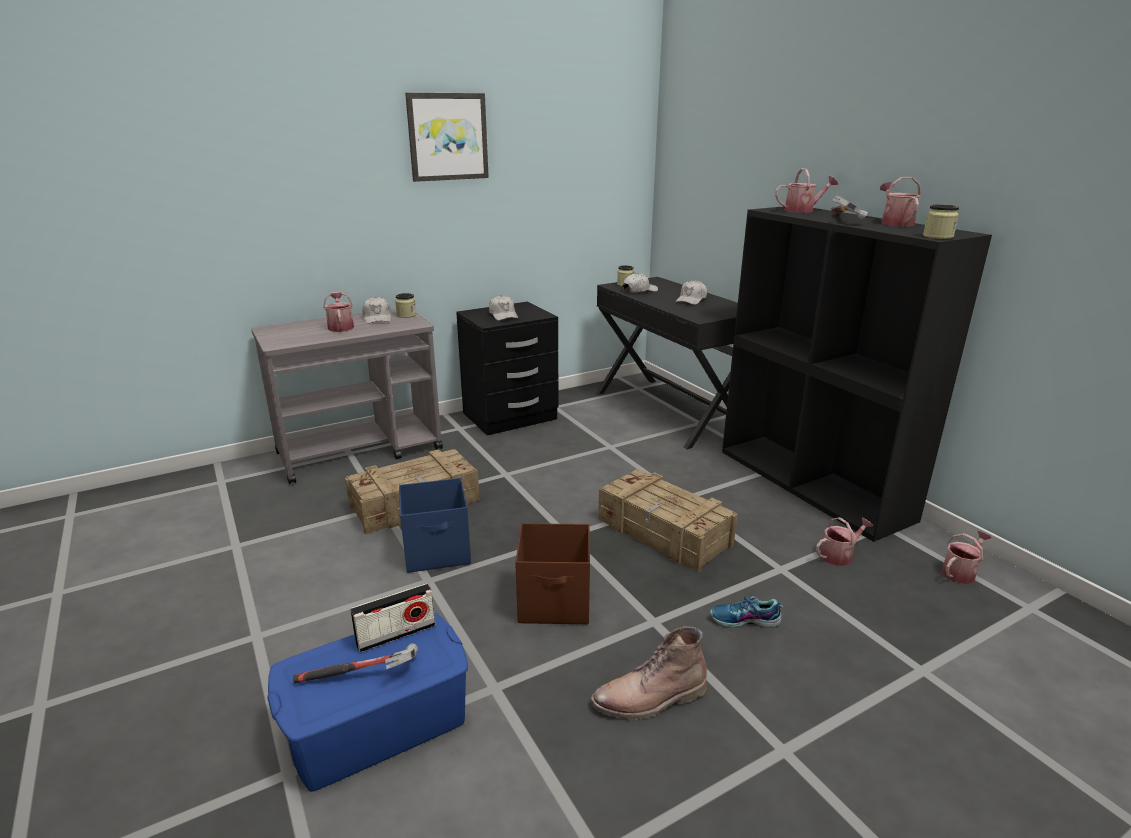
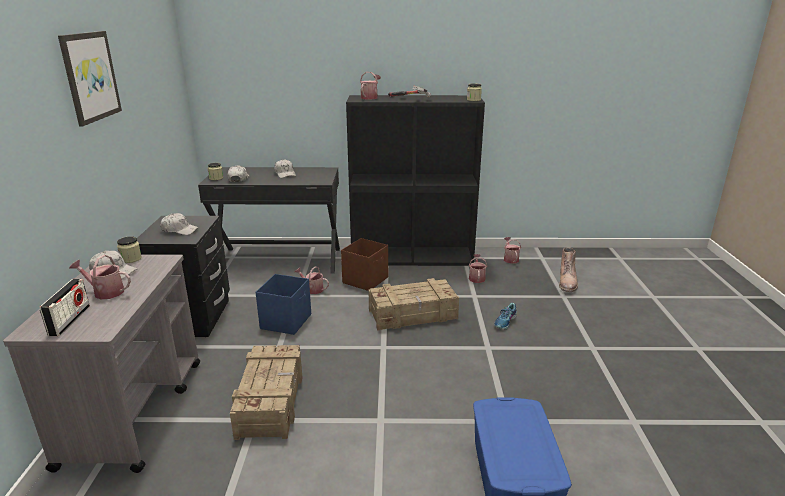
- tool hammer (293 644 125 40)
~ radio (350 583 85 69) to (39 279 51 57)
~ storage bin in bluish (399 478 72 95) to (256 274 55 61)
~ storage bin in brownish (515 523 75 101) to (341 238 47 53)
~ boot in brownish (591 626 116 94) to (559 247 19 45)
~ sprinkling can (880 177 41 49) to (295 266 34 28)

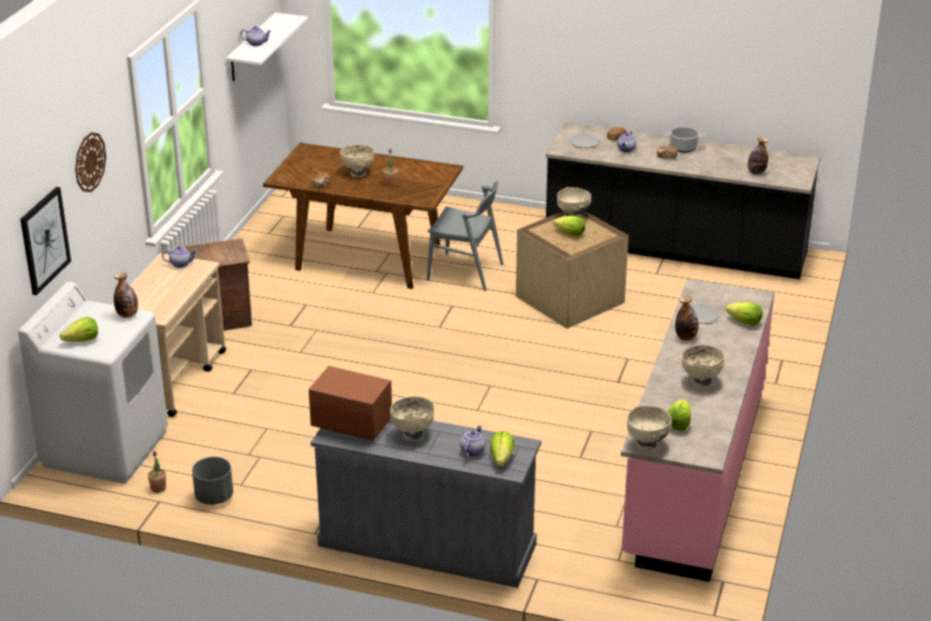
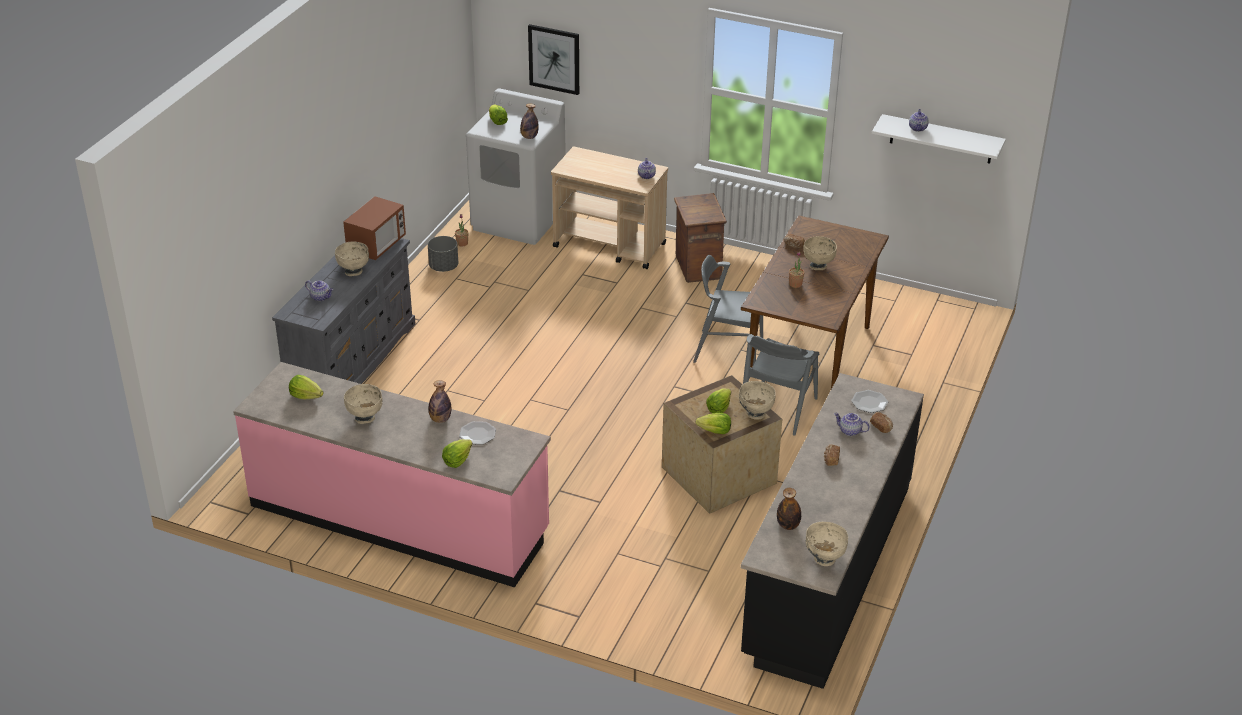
- clock on the wall (75 132 31 60)
- saucepot (664 126 42 26)
+ upright chair in greyish (693 255 70 110)
~ head of lettuce (490 431 25 35) to (696 413 35 21)
~ deep dish in sand-coloured (627 406 45 44) to (806 522 42 44)

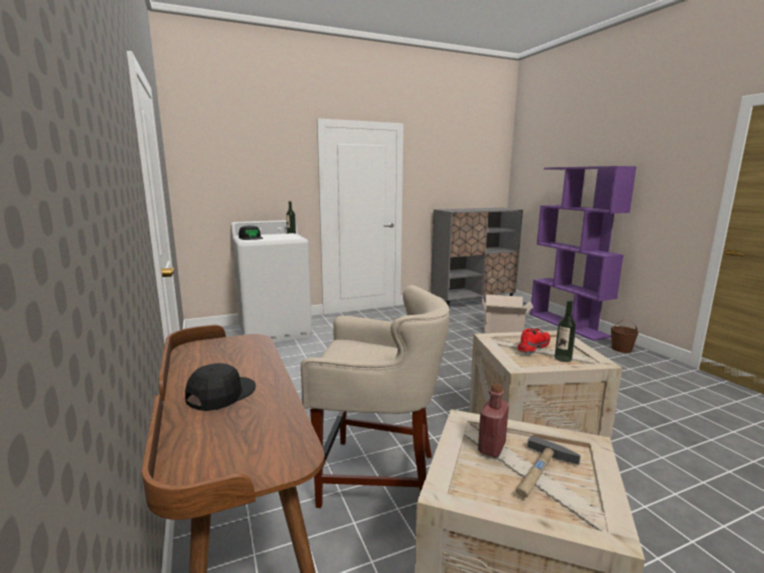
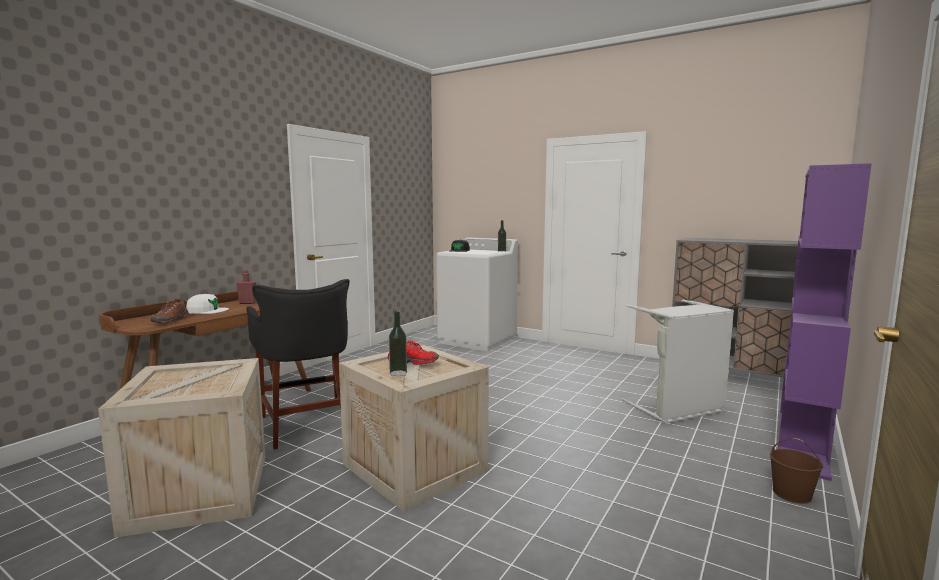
- tool hammer (516 436 65 62)
+ low shoe in brownish (151 299 37 24)
~ drink bottle in red-coloured (478 383 31 74) to (237 270 20 34)
~ carton (482 295 51 38) to hamper in greyish (622 299 112 125)
~ peaked cap in black (185 363 71 48) to peaked cap in whitish (186 294 43 20)
~ sitting stool in sand-coloured (301 285 149 223) to sitting stool in black (246 279 104 171)

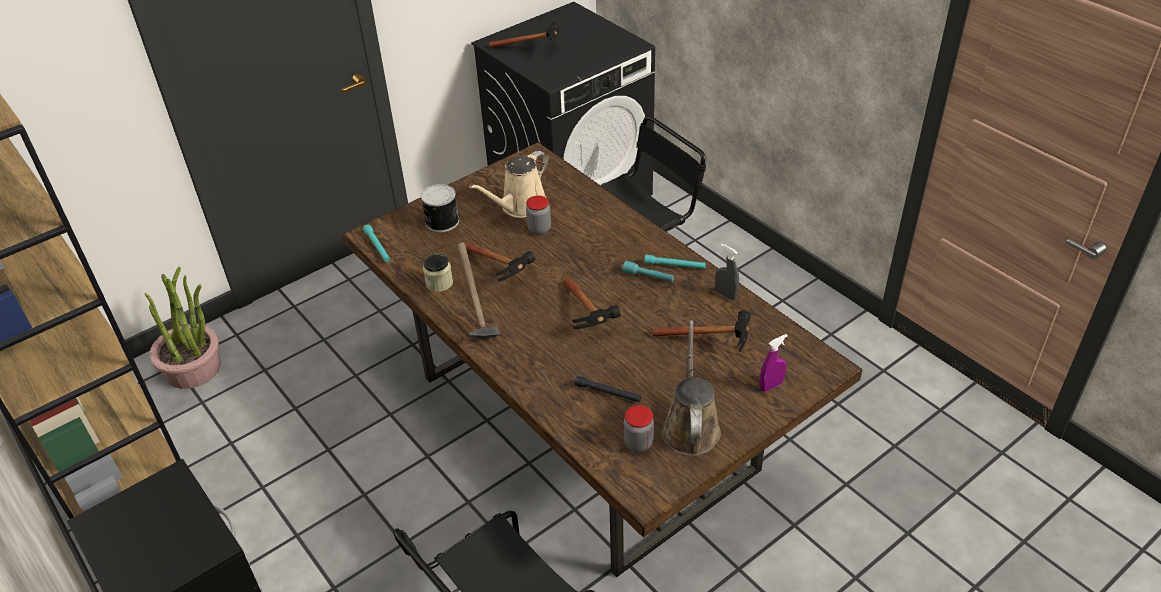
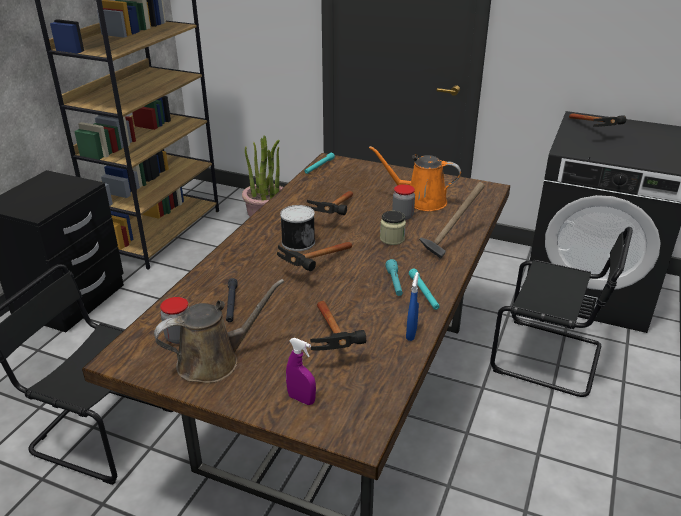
~ sealed can (421 184 38 48) to (280 205 35 46)
~ preserve jar (423 254 30 38) to (380 211 26 34)
~ tool hammer (457 243 43 96) to (419 182 66 76)
~ sprinkling can in sand-coloured (469 151 80 67) to sprinkling can in orangey (369 146 92 65)
~ spray bottle in greyish (715 244 24 56) to spray bottle in bluish (406 272 13 69)

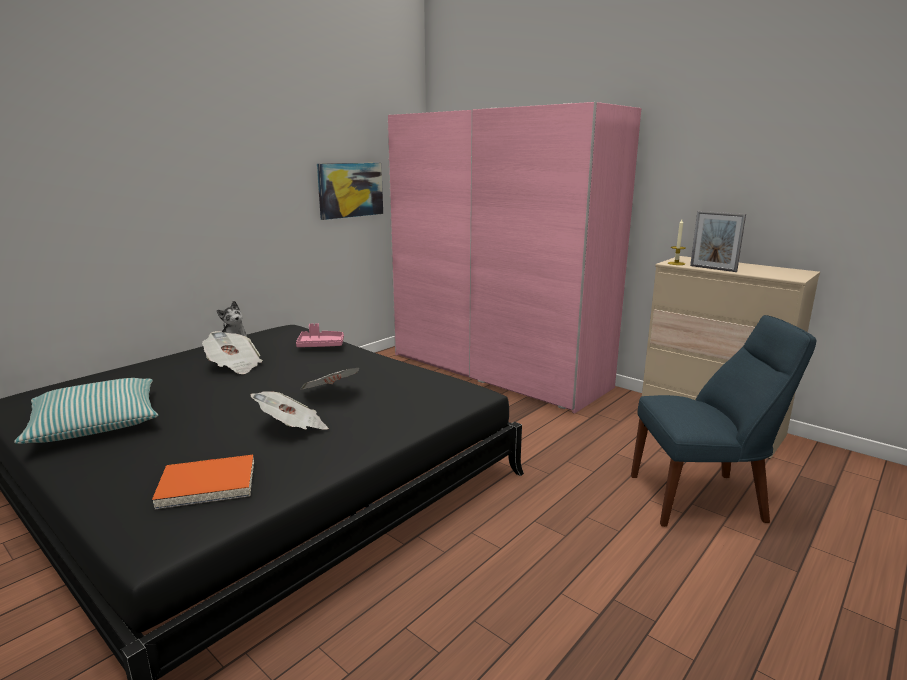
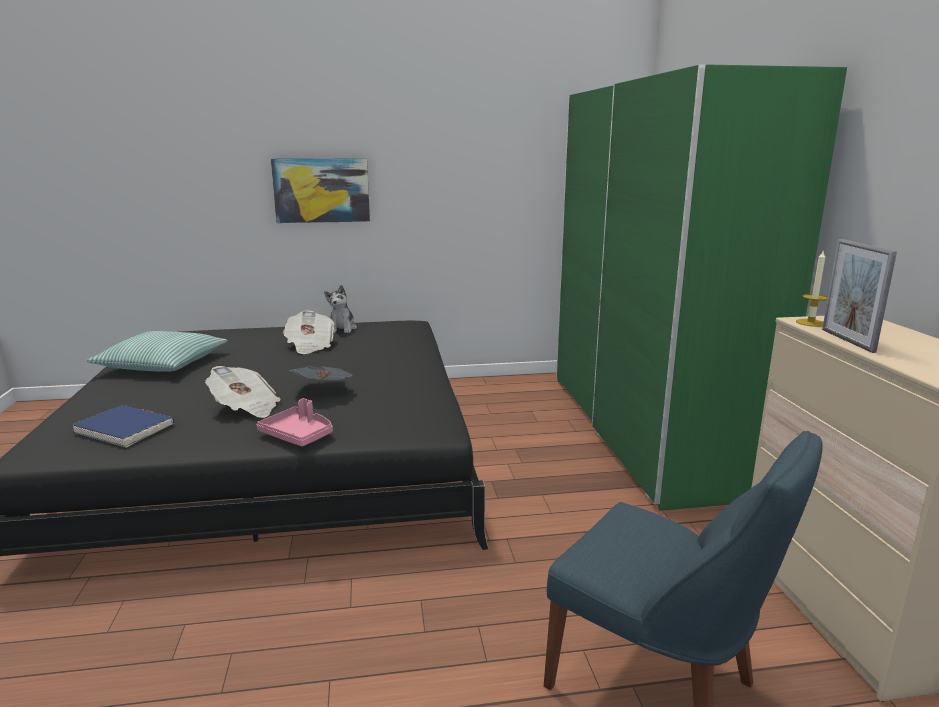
~ tray in pinkish (296 323 48 24) to (257 398 76 48)
~ wall art (317 163 66 57) to (271 158 99 65)
~ book in orangey (152 455 102 55) to book in bluish (72 405 102 43)
~ clothes cupboard in pinkish (387 102 254 312) to clothes cupboard in green (556 64 291 447)

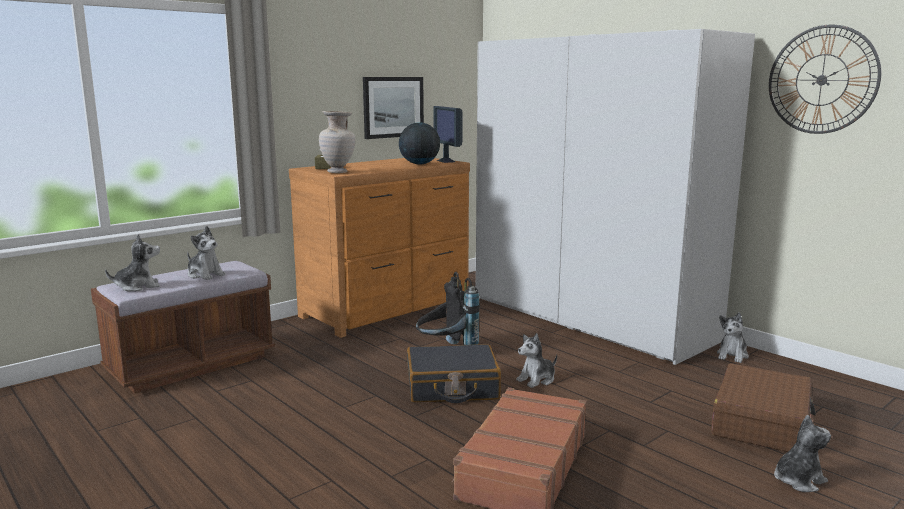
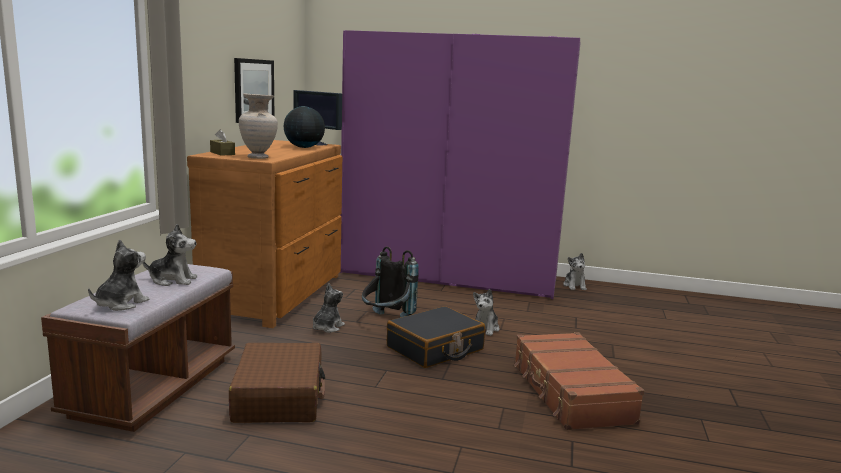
- clock on the wall (769 25 112 109)
~ piece of luggage in brownish (711 363 105 89) to (229 343 97 80)
~ soft toy (774 415 57 77) to (313 283 32 50)
~ clothes cupboard in whitish (476 29 279 336) to clothes cupboard in purplish (340 30 240 269)

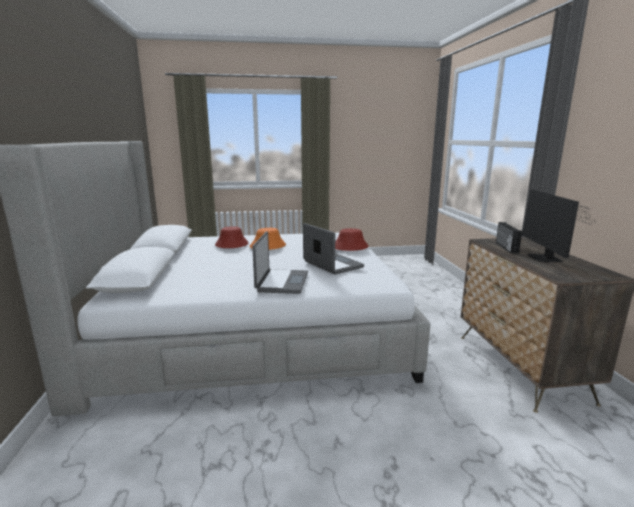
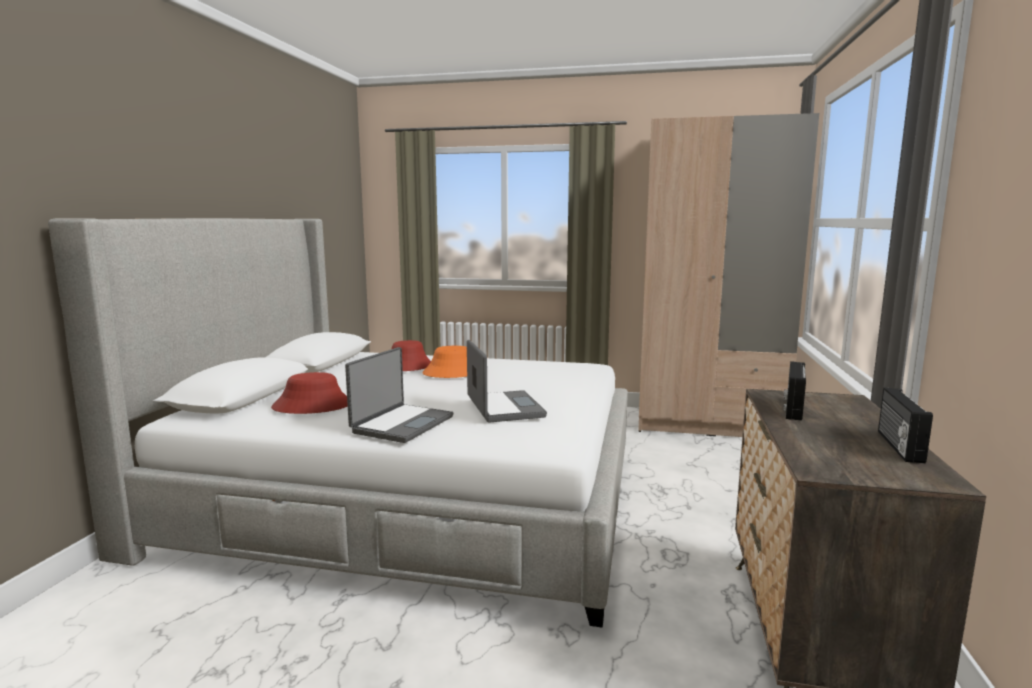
- computer display (522 189 75 73)
+ clothes cupboard in sand-coloured (638 113 181 324)
+ radio (878 388 55 75)
~ wearable hat in red-coloured (335 228 34 23) to (271 372 77 42)

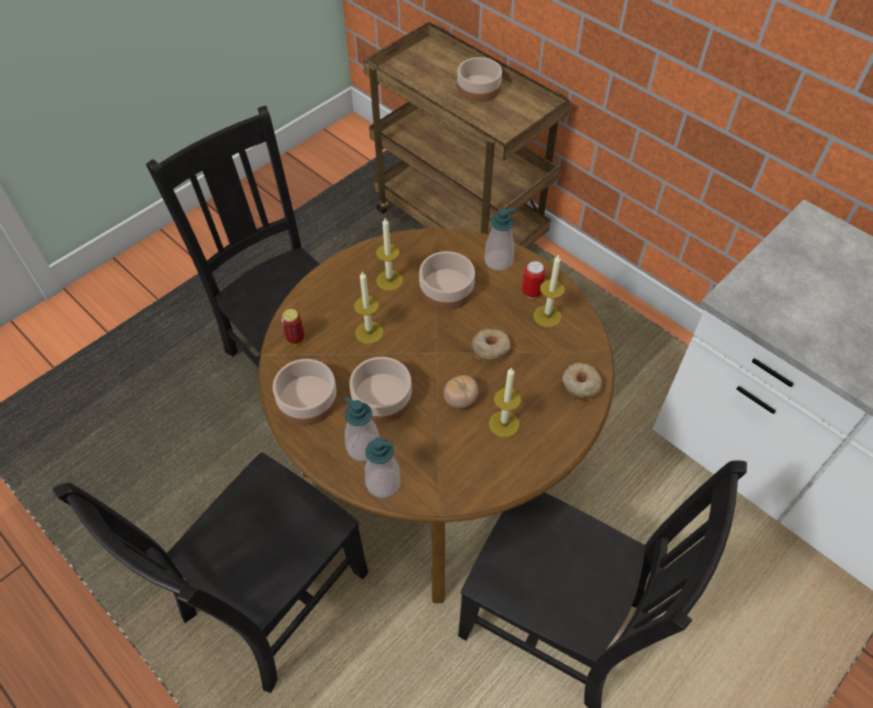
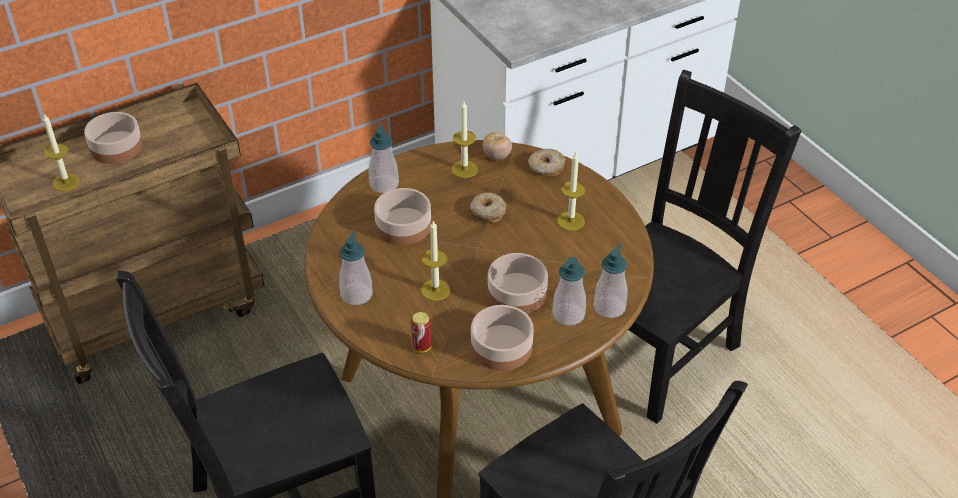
- sealed can (522 261 23 38)
+ soap dispenser (339 231 34 74)
~ wax candle (376 218 27 73) to (43 114 37 77)
~ whole tomato (444 375 34 34) to (483 132 29 28)

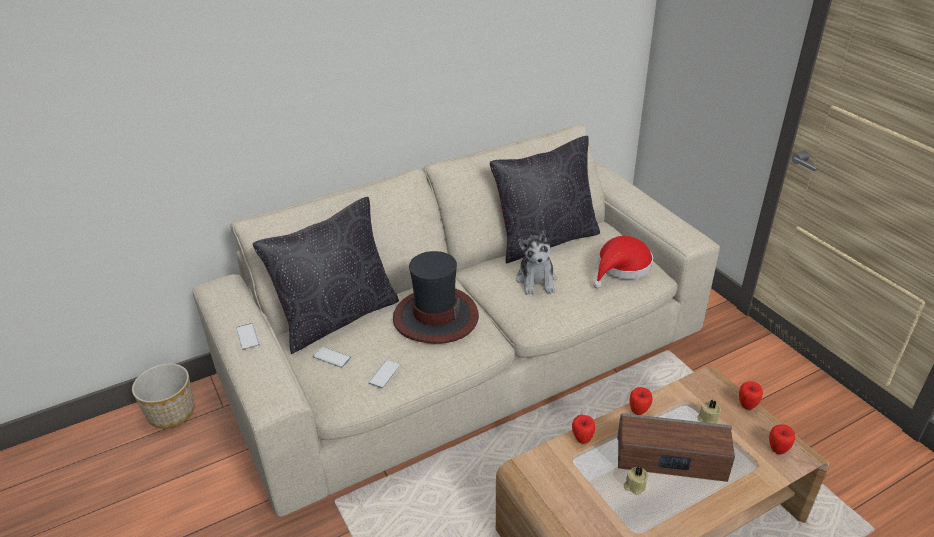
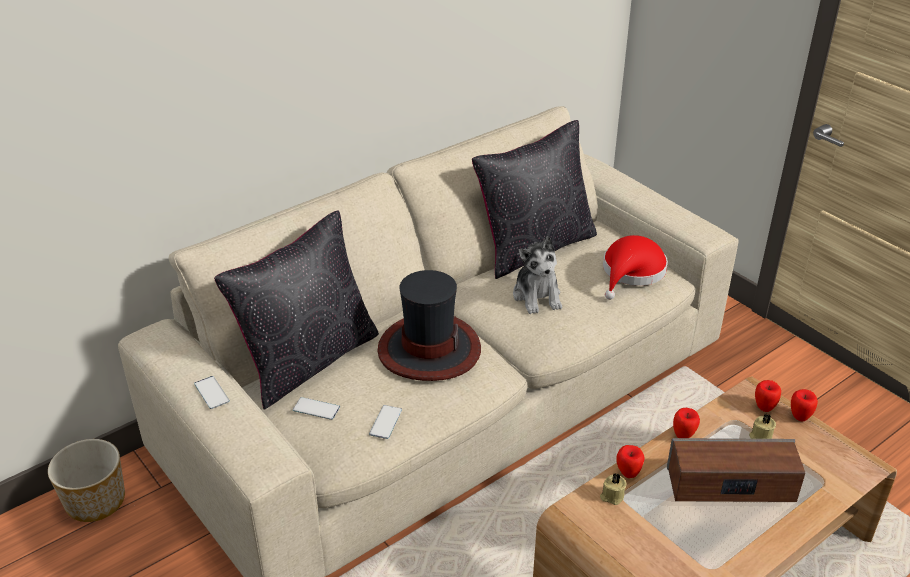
~ wax candle in sand-coloured (624 467 24 28) to (600 473 26 32)
~ apple (769 424 26 31) to (755 380 26 32)

